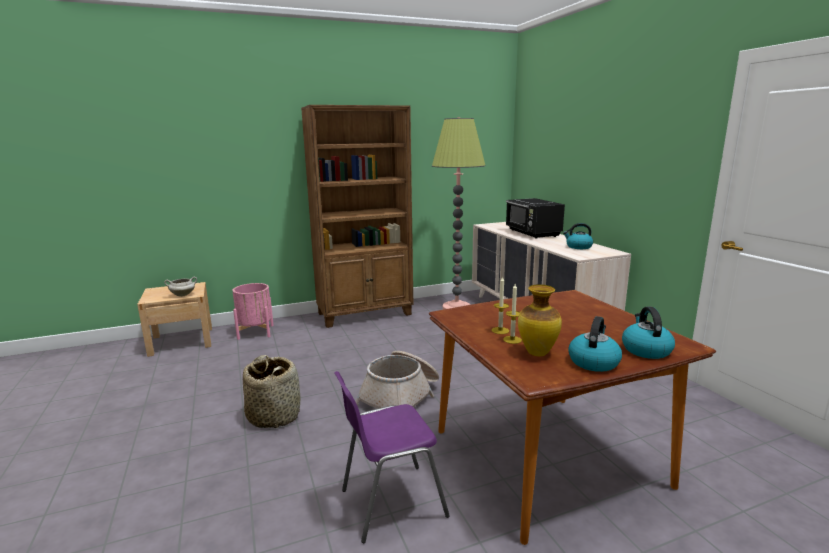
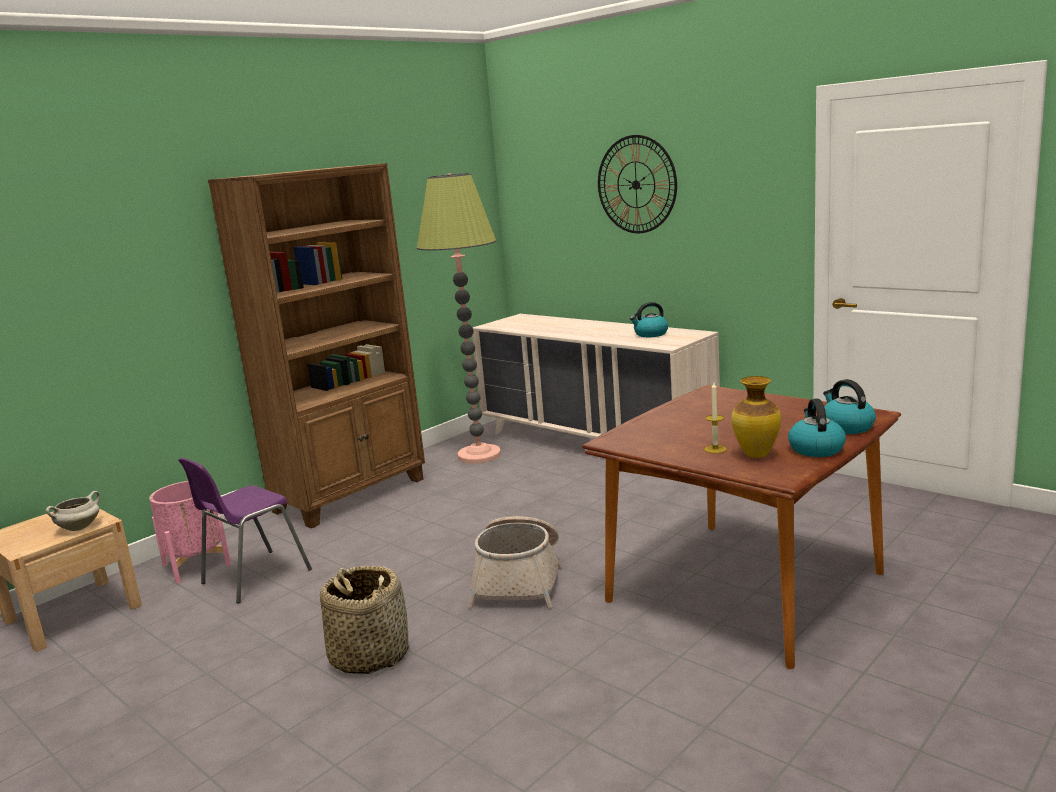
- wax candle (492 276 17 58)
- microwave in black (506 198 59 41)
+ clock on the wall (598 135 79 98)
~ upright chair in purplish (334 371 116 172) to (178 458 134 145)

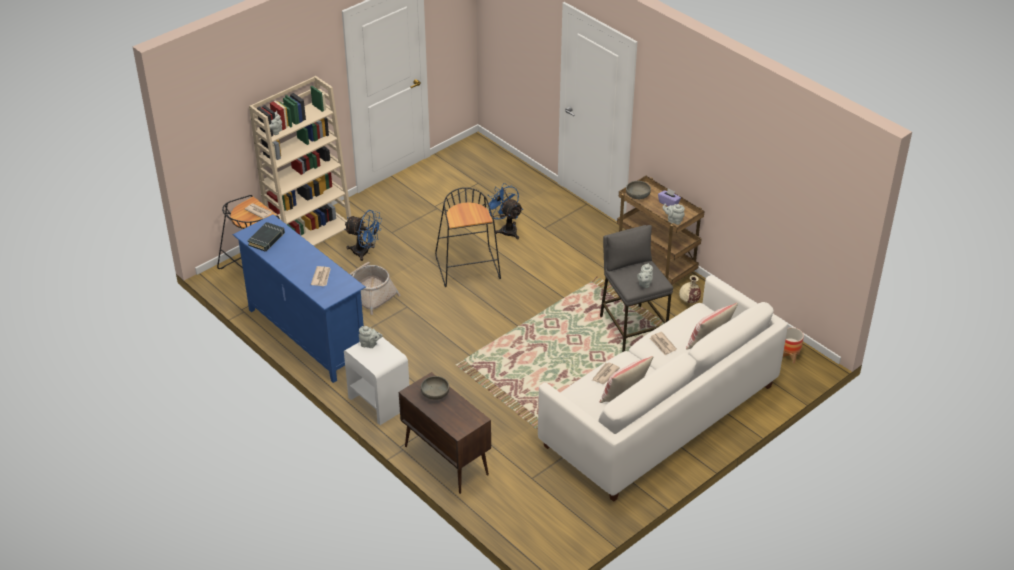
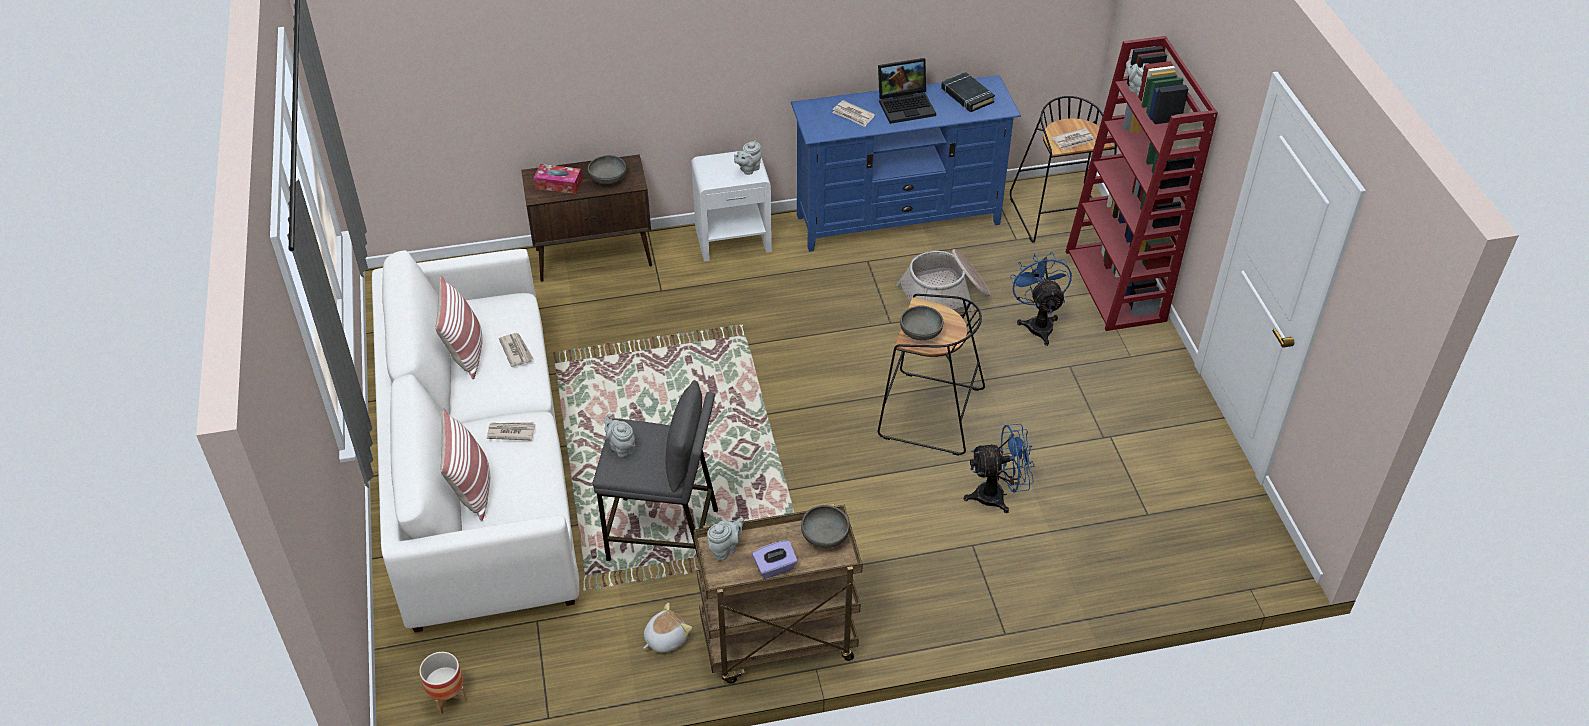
+ box of tissues (534 164 48 30)
+ laptop (878 58 58 66)
+ deep dish in greyish (900 306 43 34)
~ decorative vase in sand-coloured (679 275 22 28) to soft toy (643 603 49 50)
~ bookcase in sand-coloured (249 76 102 170) to bookcase in red-coloured (1065 36 153 295)
~ electric fan in bluish (345 210 37 51) = (1010 252 62 94) 120 degrees clockwise

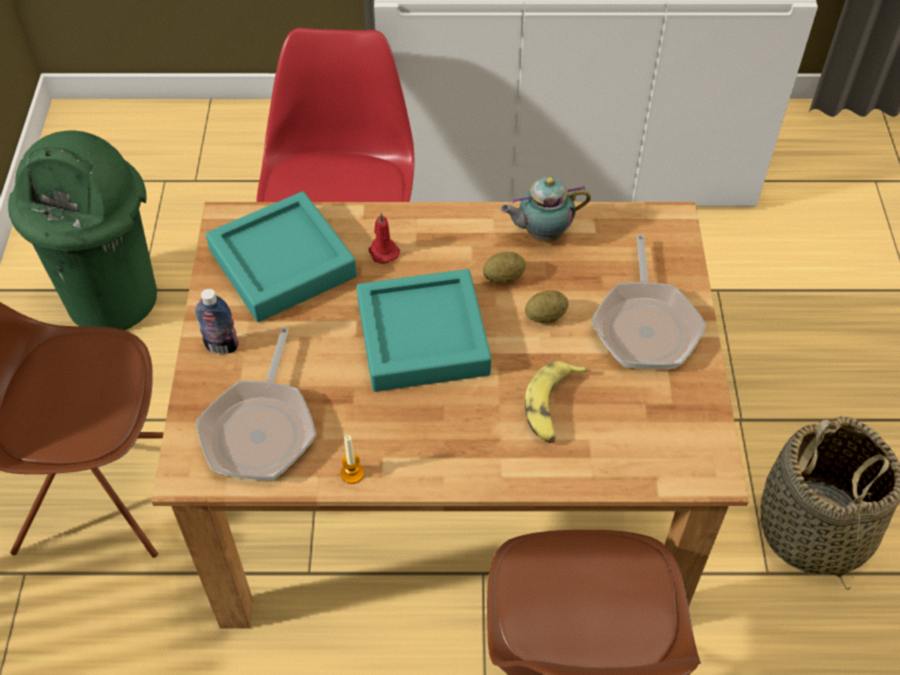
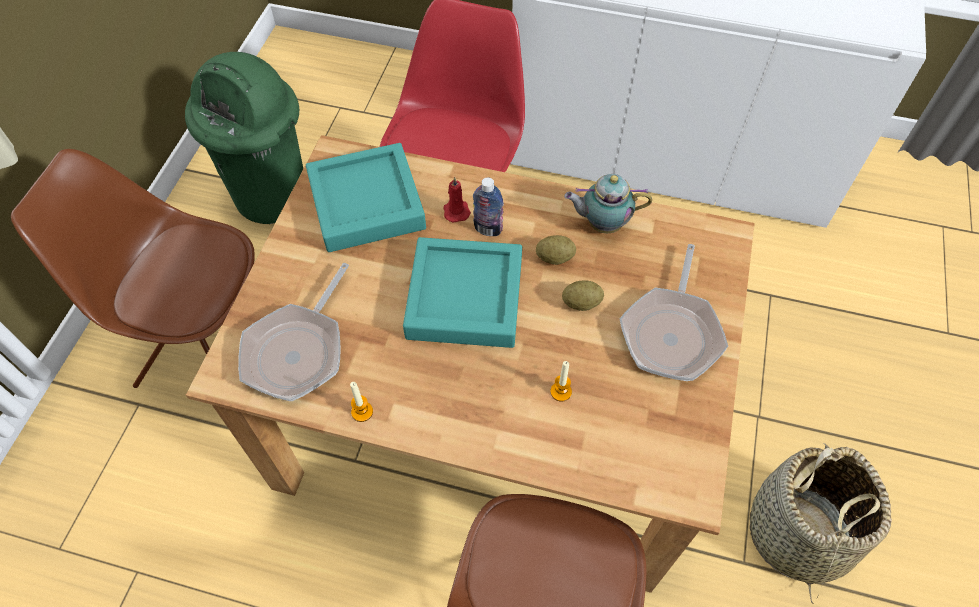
~ drink bottle (195 289 44 65) to (473 177 31 59)
~ banana fruit (525 361 62 82) to wax candle (551 361 21 41)

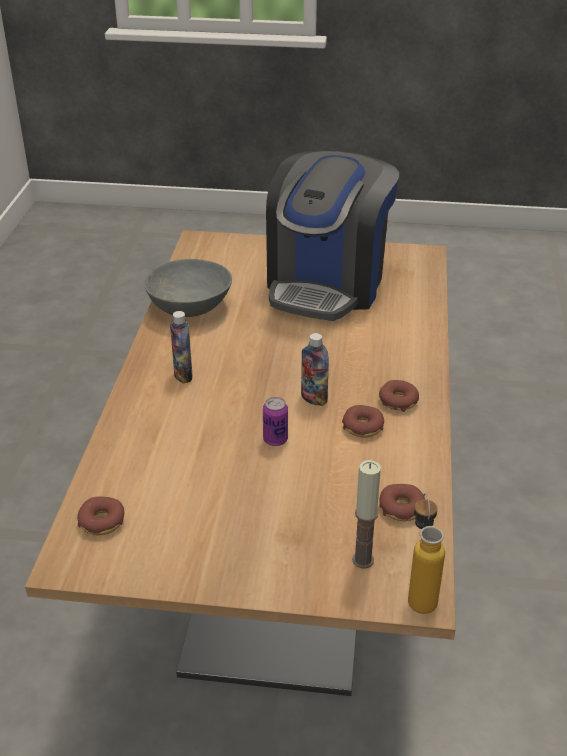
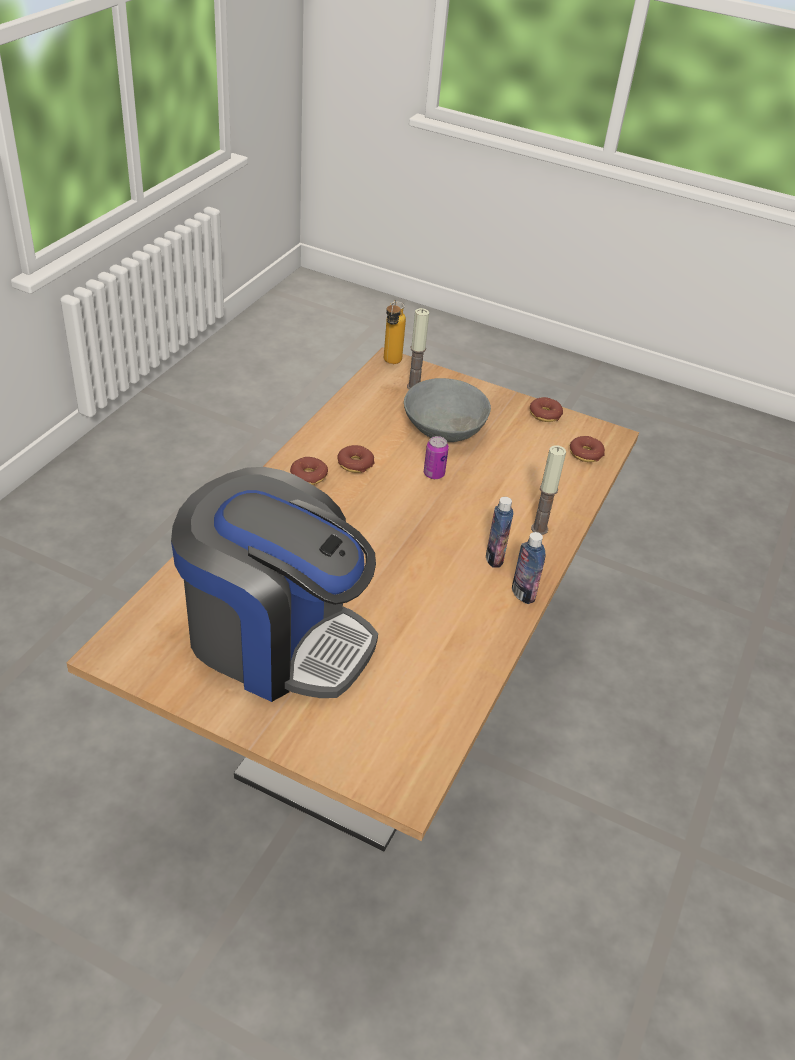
+ wax candle (531 445 35 90)
~ deep dish in greyish (144 259 88 58) to (404 378 87 64)
~ drink bottle (301 333 28 73) to (512 532 34 72)
~ ring doughnut (379 484 46 37) to (530 397 33 25)
~ coffee brewer (266 151 133 170) = (171 467 207 235) 75 degrees clockwise

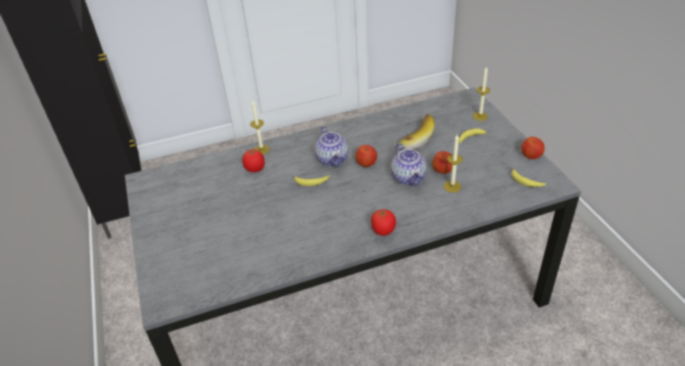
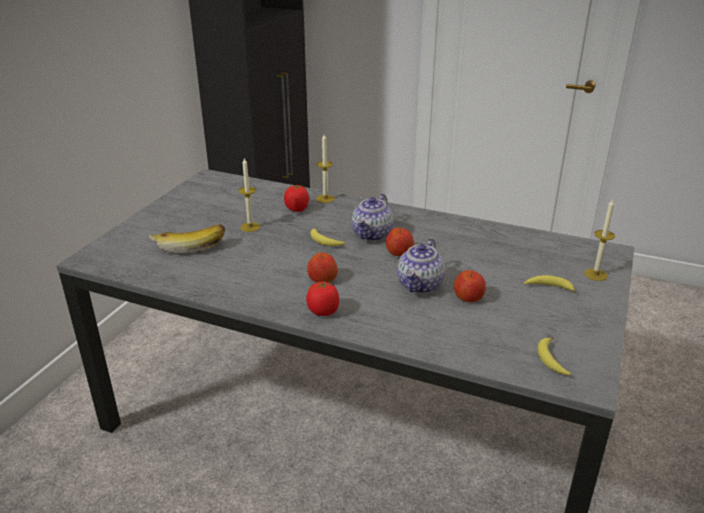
~ banana fruit (395 114 40 35) to (149 224 76 29)
~ wax candle (444 134 19 58) to (238 158 22 74)
~ apple (521 137 24 22) to (307 252 31 31)

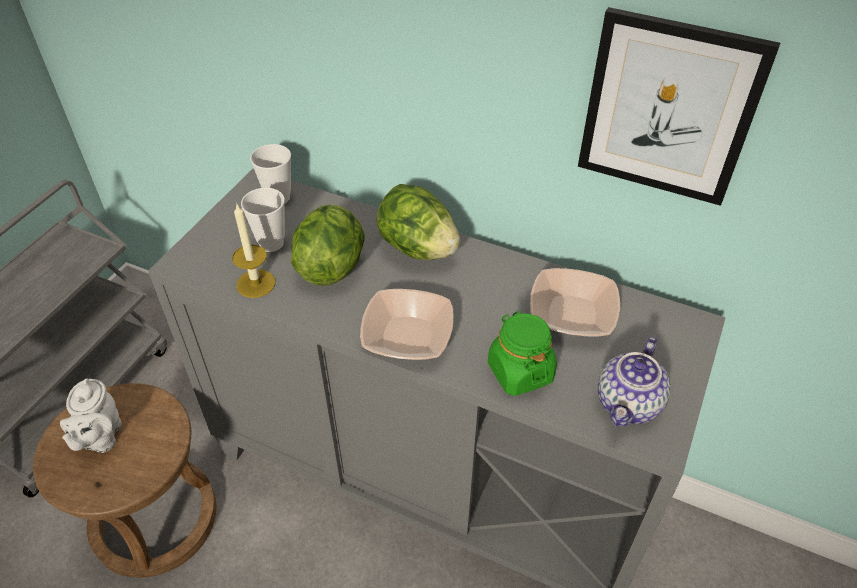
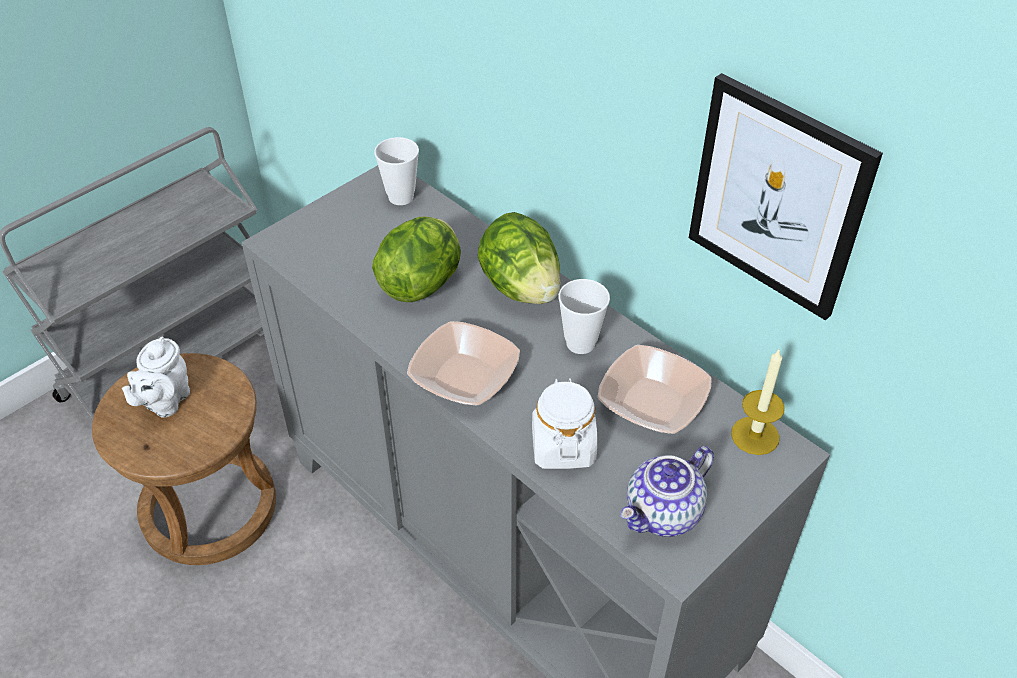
~ wax candle (232 203 43 95) to (731 350 54 105)
~ drinking cup (241 188 44 64) to (558 279 52 75)
~ preserve jar in green (488 311 69 85) to preserve jar in whitish (532 378 66 91)

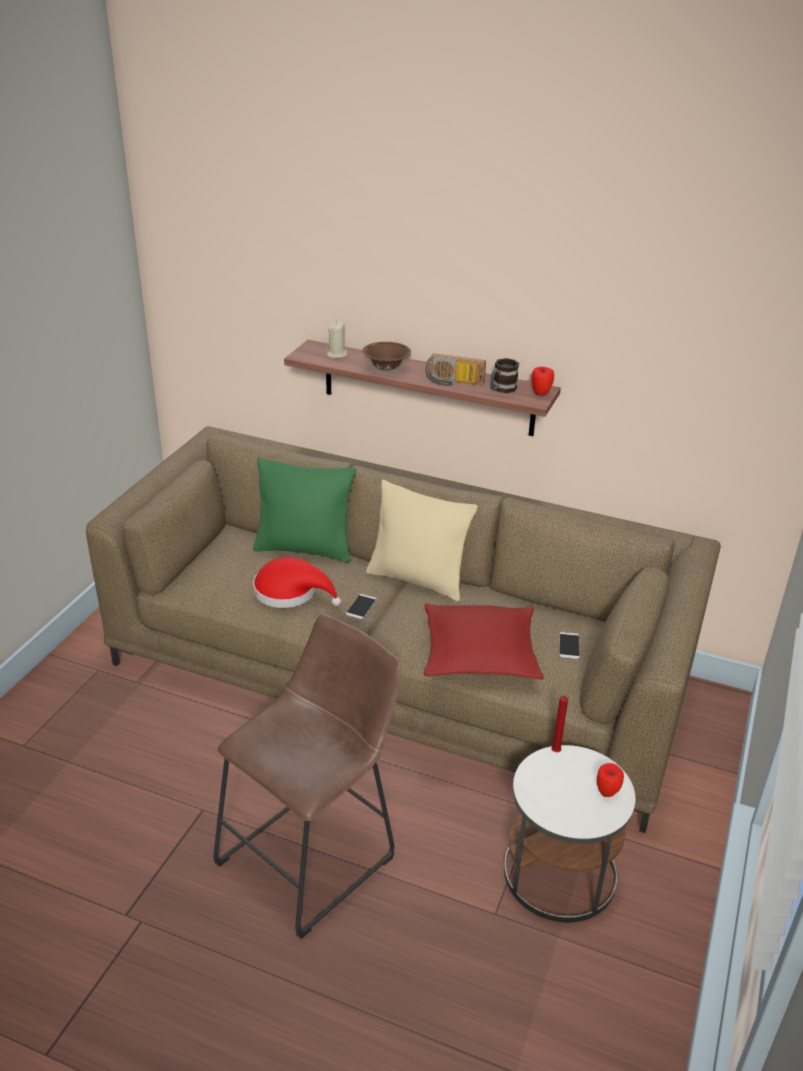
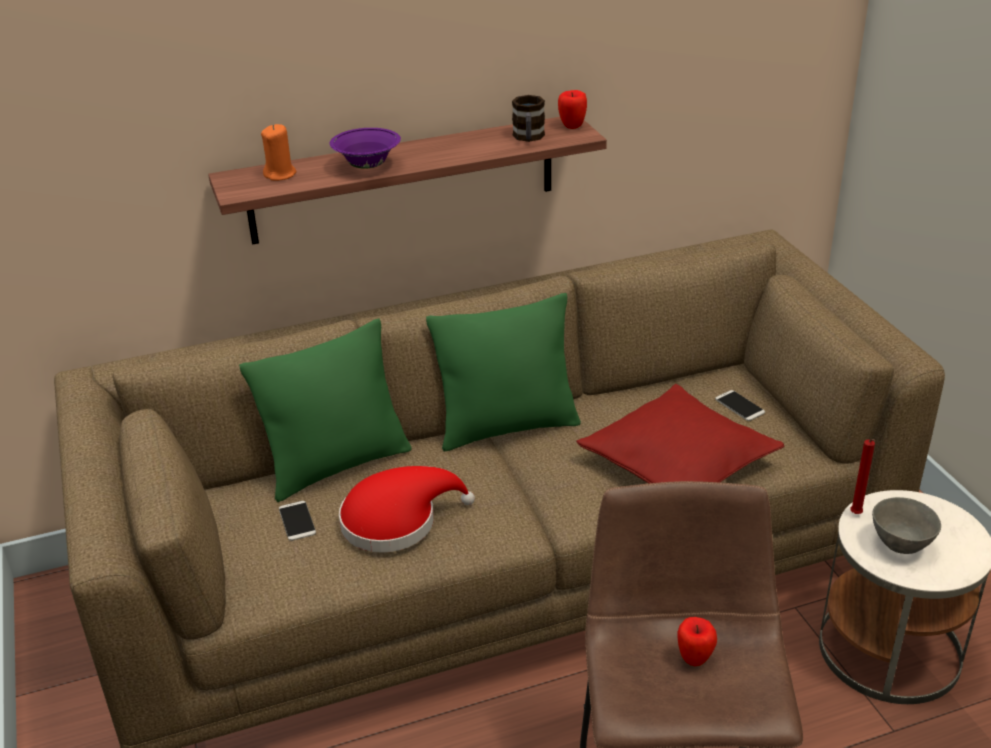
- radio (426 353 60 33)
+ deep dish in greyish (872 497 69 57)
~ phone (346 594 30 25) to (279 501 37 40)
~ apple (597 763 27 34) to (677 617 40 49)
~ wax candle in sand-coloured (327 321 21 37) to wax candle in orangey (261 124 35 57)
~ deep dish in brownish (362 342 49 28) to deep dish in purplish (330 128 71 41)
~ pillow in sand-coloured (366 480 112 121) to pillow in green (426 293 155 158)

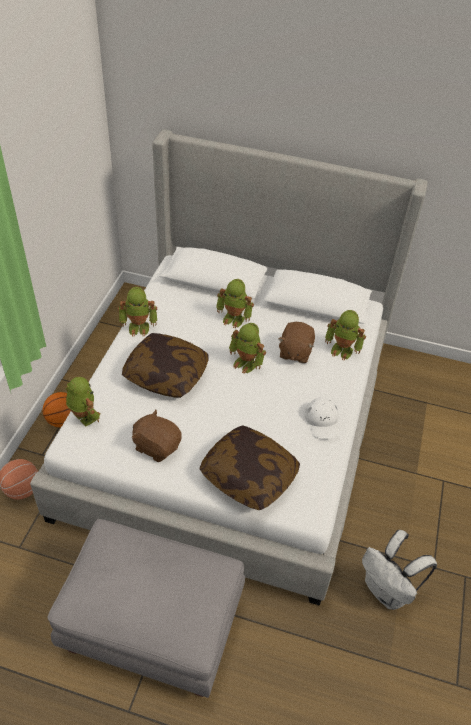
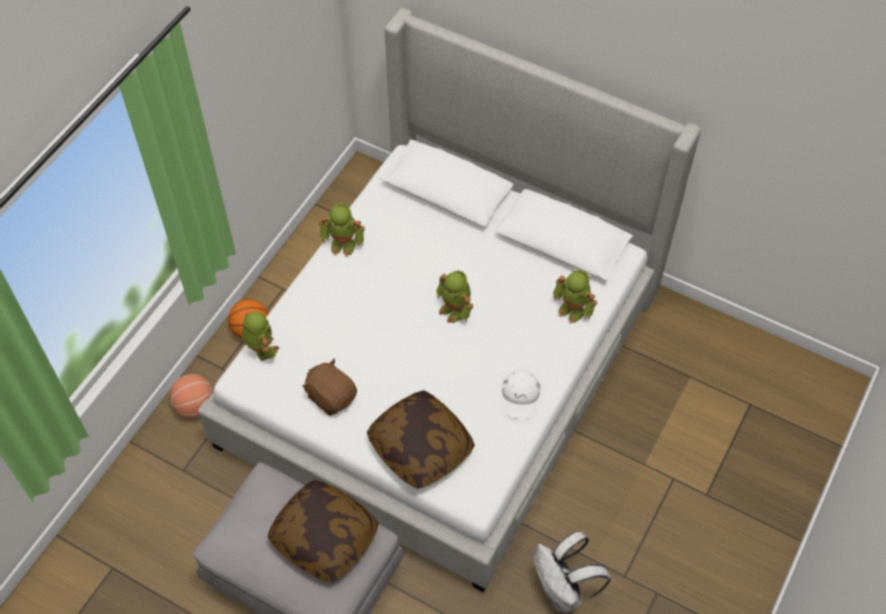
- toy robot (216 279 38 49)
- soft toy in brownish (278 322 37 41)
~ pillow (122 333 87 65) to (267 479 112 103)

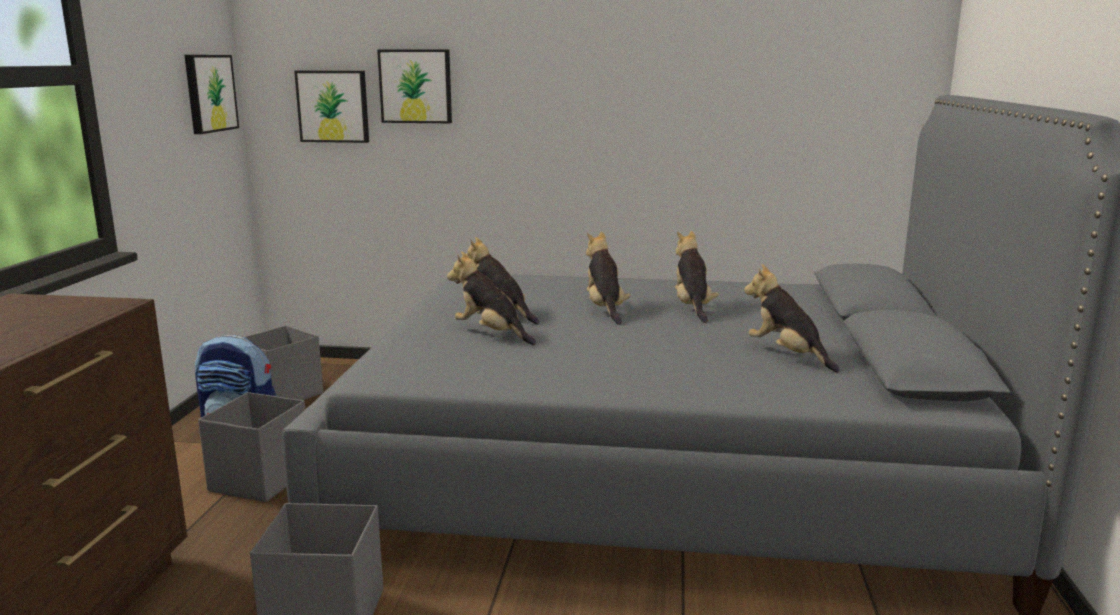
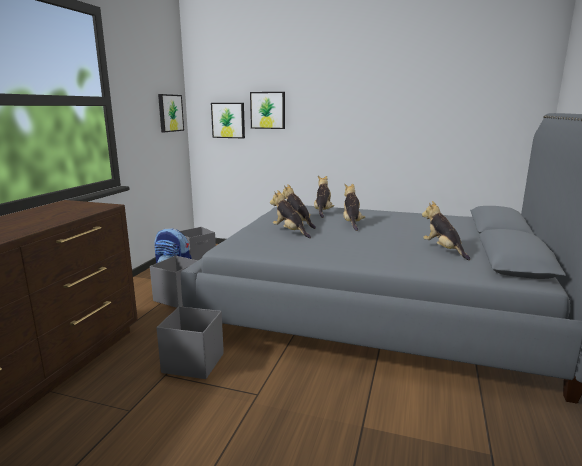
~ soft toy (675 231 44 92) to (314 176 20 42)

